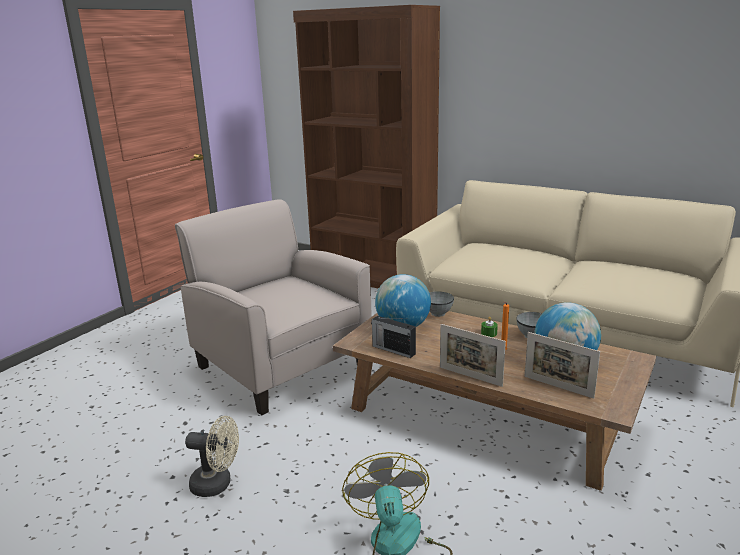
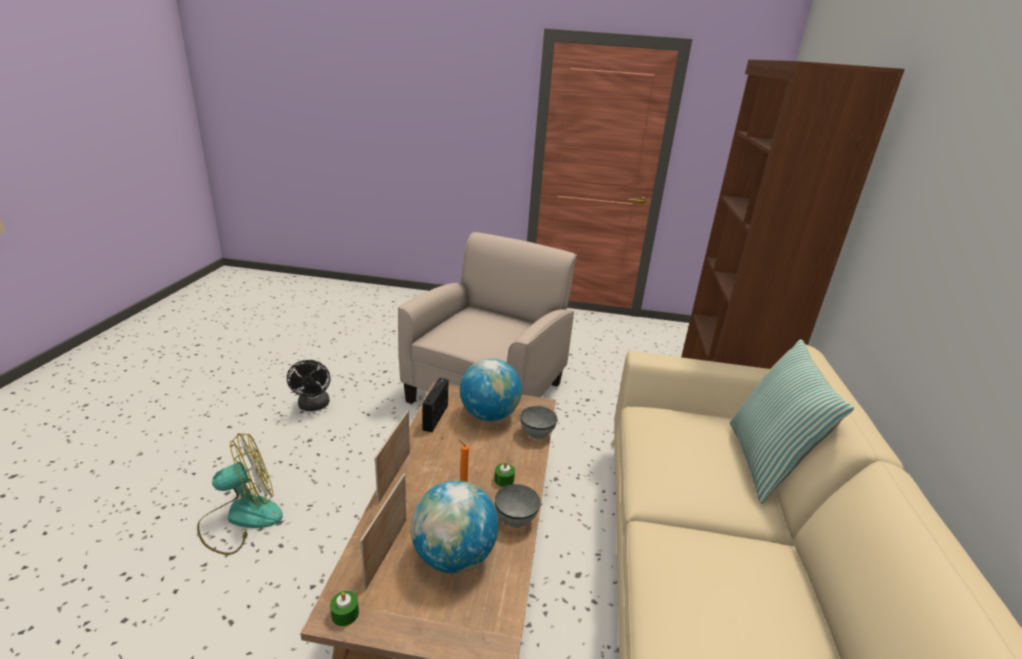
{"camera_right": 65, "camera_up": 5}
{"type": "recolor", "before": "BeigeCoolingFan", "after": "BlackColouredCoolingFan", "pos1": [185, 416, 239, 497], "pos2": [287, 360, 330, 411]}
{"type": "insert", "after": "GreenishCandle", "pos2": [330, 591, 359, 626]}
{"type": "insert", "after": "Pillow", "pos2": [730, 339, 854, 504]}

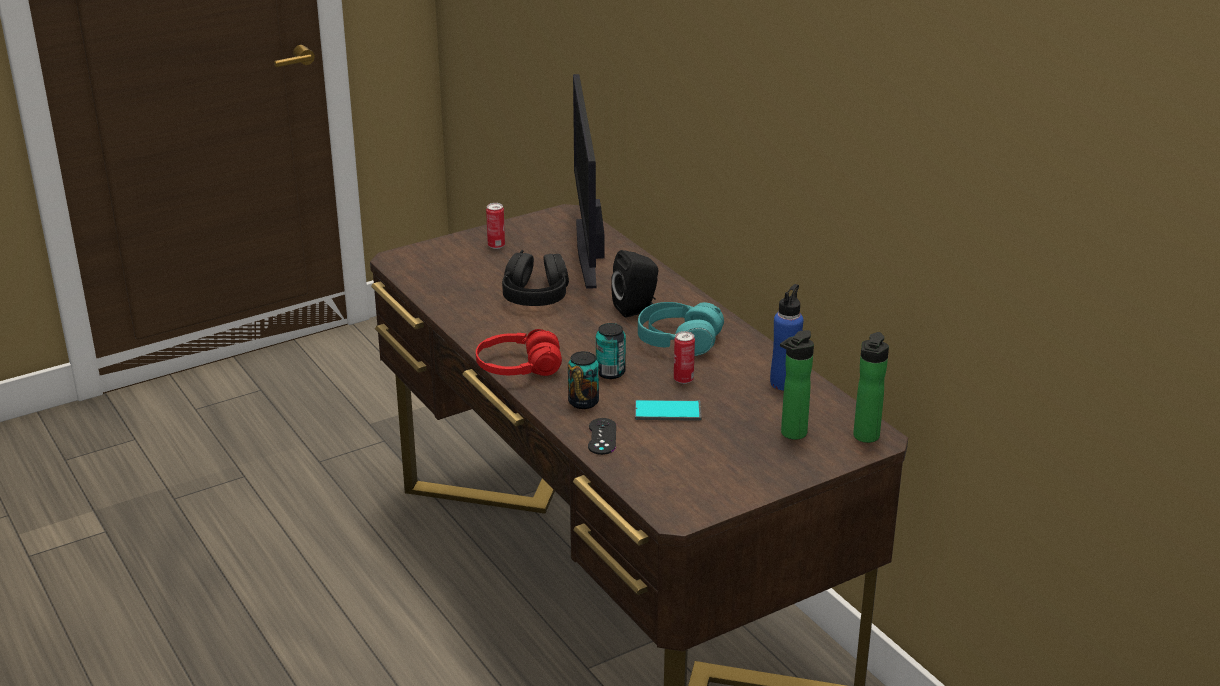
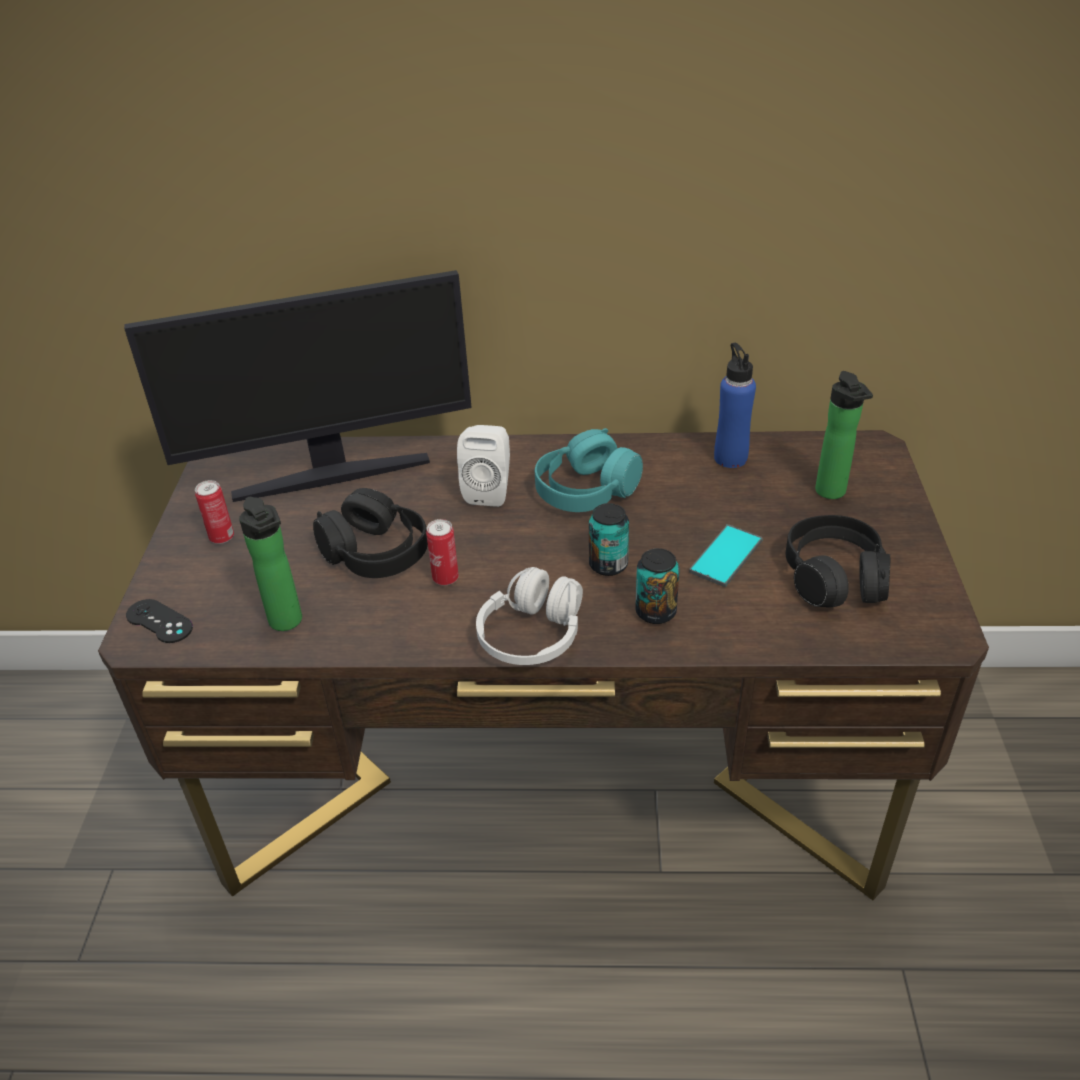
{"camera_right": -55, "camera_up": 10}
{"type": "rotate", "before": "Monitor", "pos1": [573, 74, 605, 289], "pos2": [124, 270, 472, 502], "turn": -45}
{"type": "move", "before": "BlackColouredGameController", "pos1": [588, 418, 616, 455], "pos2": [126, 599, 193, 643]}
{"type": "move", "before": "DrinkBottle", "pos1": [853, 332, 889, 443], "pos2": [239, 497, 302, 631]}
{"type": "move", "before": "Can", "pos1": [674, 331, 695, 384], "pos2": [426, 519, 459, 585]}
{"type": "recolor", "before": "BlackColouredLoudspeaker", "after": "WhitishLoudspeaker", "pos1": [611, 250, 658, 317], "pos2": [457, 425, 510, 507]}
{"type": "recolor", "before": "RedColouredPairOfHeadphones", "after": "WhitishPairOfHeadphones", "pos1": [476, 329, 562, 376], "pos2": [476, 567, 583, 665]}
{"type": "insert", "after": "BlackColouredPairOfHeadphones", "pos2": [785, 515, 891, 608]}

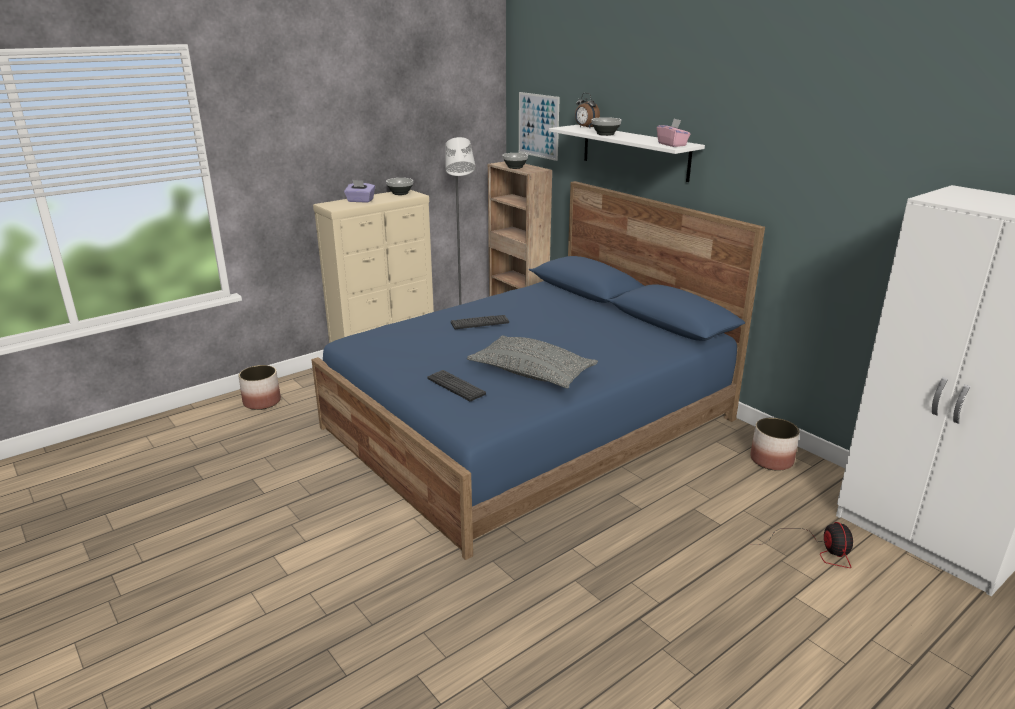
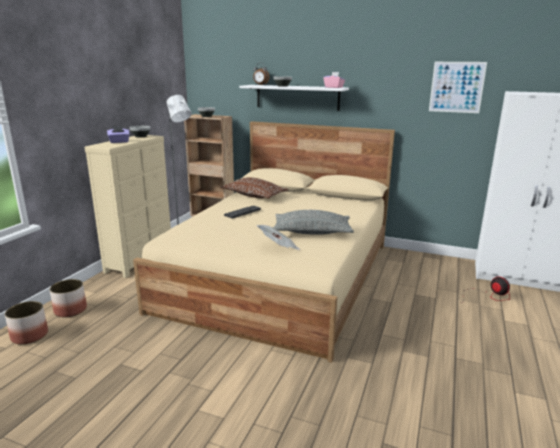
{"camera_right": -30, "camera_up": -5}
{"type": "move", "before": "PlantPot", "pos1": [750, 418, 800, 471], "pos2": [5, 301, 48, 345]}
{"type": "recolor", "before": "BlueSleepingBed", "after": "BeigeSleepingBed", "pos1": [311, 181, 765, 560], "pos2": [133, 121, 395, 363]}
{"type": "insert", "after": "BrownColouredPillow", "pos2": [220, 177, 289, 198]}
{"type": "replace", "before": "ComputerKeyboard", "after": "PrintedPaper", "pos1": [427, 370, 486, 401], "pos2": [256, 225, 300, 250]}
{"type": "move", "before": "WallArt", "pos1": [519, 92, 560, 161], "pos2": [429, 62, 487, 113]}

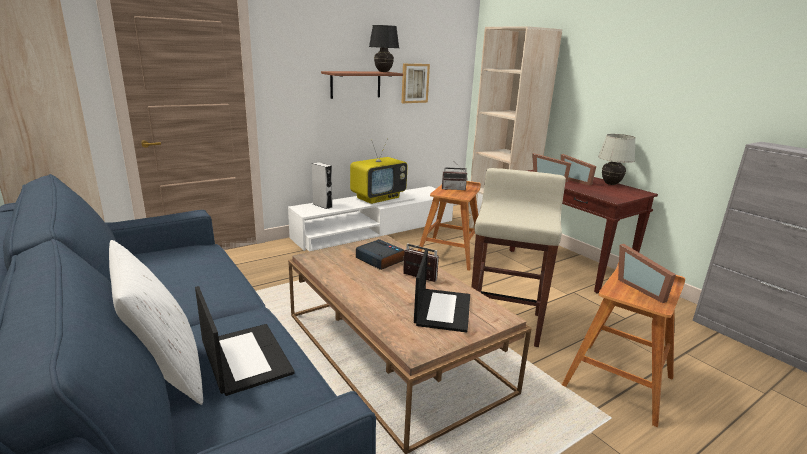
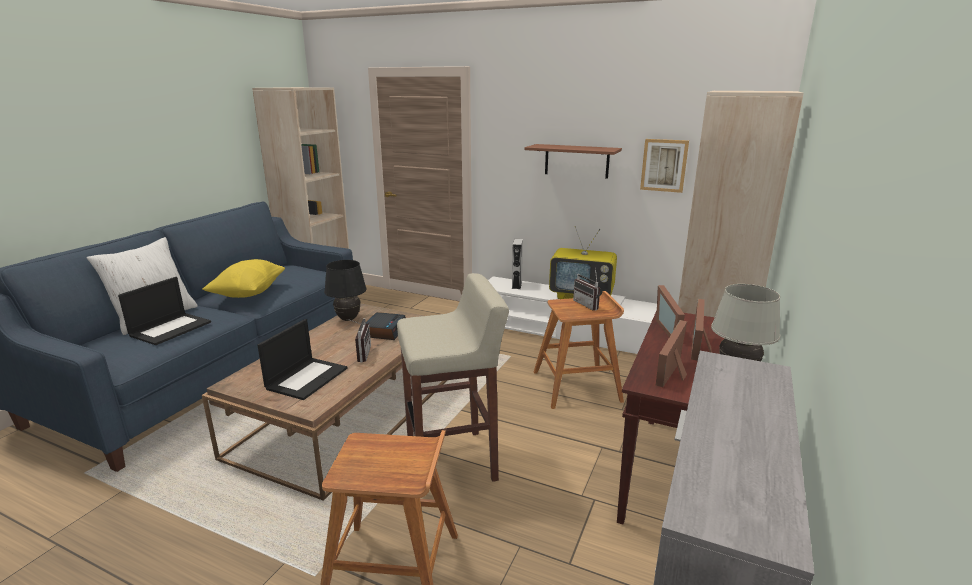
{"camera_right": 60, "camera_up": 0}
{"type": "insert", "after": "YellowPillow", "pos2": [202, 259, 285, 298]}
{"type": "rotate", "before": "Laptop", "pos1": [414, 248, 470, 333], "pos2": [258, 319, 347, 400], "turn": -45}
{"type": "move", "before": "BlackColouredTabletopLamp", "pos1": [369, 25, 399, 72], "pos2": [324, 260, 367, 321]}
{"type": "move", "before": "PictureFrame", "pos1": [618, 244, 676, 303], "pos2": [656, 320, 687, 387]}

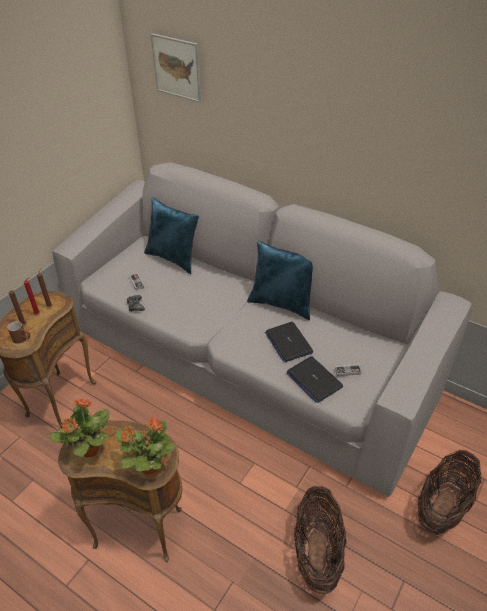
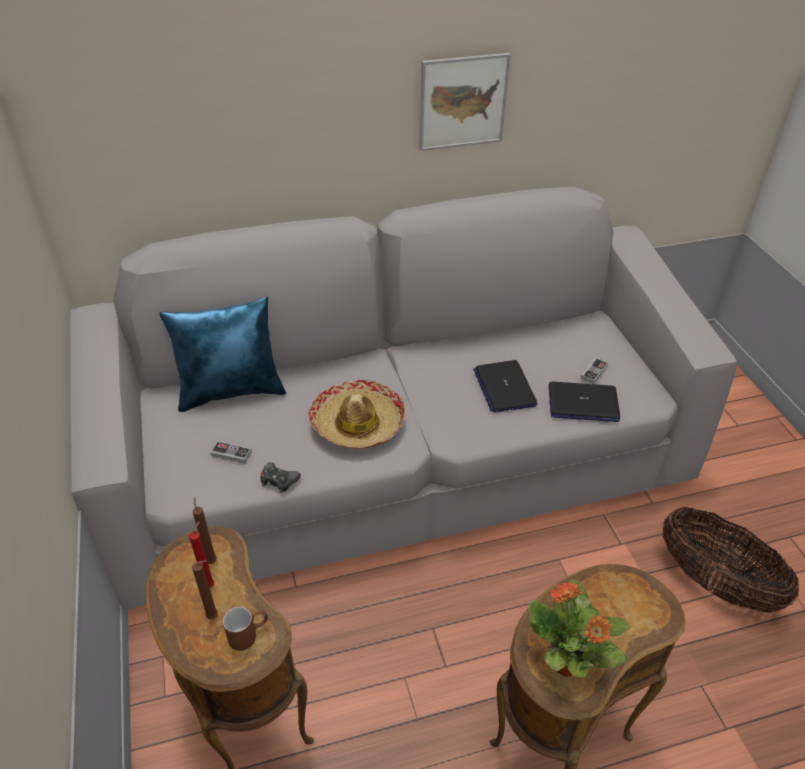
{"camera_right": -50, "camera_up": 0}
{"type": "insert", "after": "Hat", "pos2": [308, 380, 406, 449]}
{"type": "move", "before": "WallArt", "pos1": [151, 33, 201, 103], "pos2": [419, 53, 511, 151]}
{"type": "rotate", "before": "Laptop", "pos1": [265, 322, 313, 362], "pos2": [473, 360, 538, 413], "turn": 60}
{"type": "delete", "before": "PlantInAPot", "pos1": [115, 417, 175, 475]}
{"type": "delete", "before": "BluePillow", "pos1": [247, 241, 313, 320]}
{"type": "delete", "before": "Basket", "pos1": [418, 450, 482, 535]}

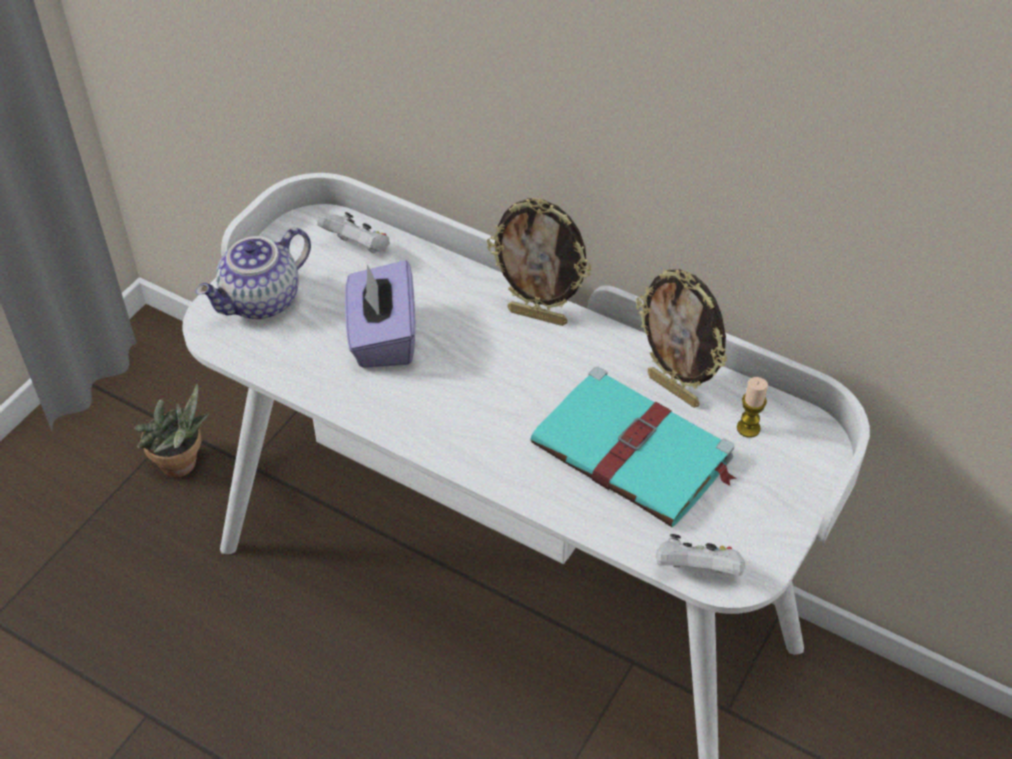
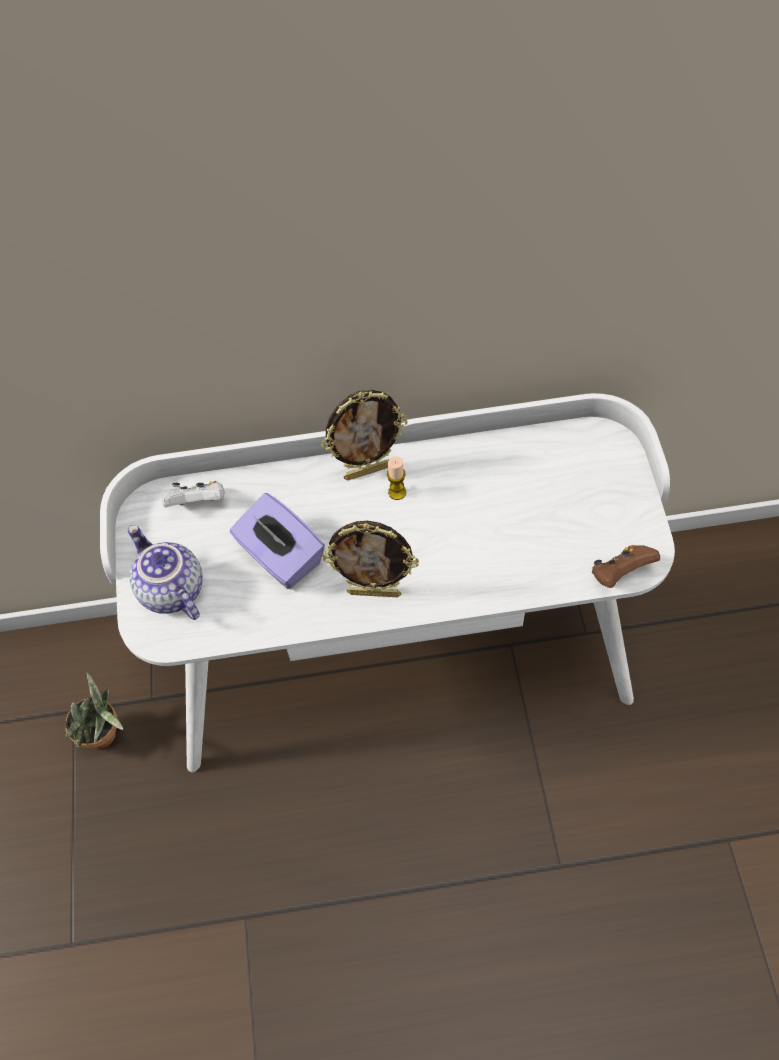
{"camera_right": -35, "camera_up": 10}
{"type": "rotate", "before": "PotForTea", "pos1": [196, 228, 311, 320], "pos2": [128, 525, 203, 620], "turn": 135}
{"type": "move", "before": "PictureFrame", "pos1": [636, 269, 728, 408], "pos2": [322, 521, 419, 597]}
{"type": "move", "before": "Candle", "pos1": [737, 377, 768, 438], "pos2": [387, 457, 406, 500]}
{"type": "recolor", "before": "WhitishGameController", "after": "BrownColouredGameController", "pos1": [656, 534, 745, 575], "pos2": [592, 545, 660, 588]}
{"type": "delete", "before": "TurquoiseColouredBook", "pos1": [530, 367, 737, 528]}

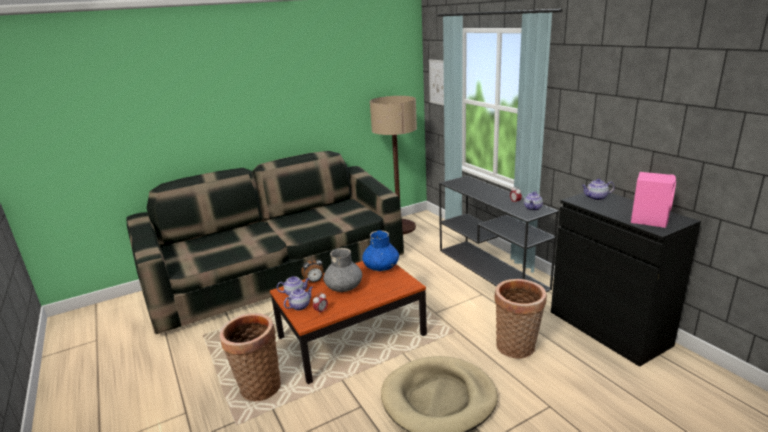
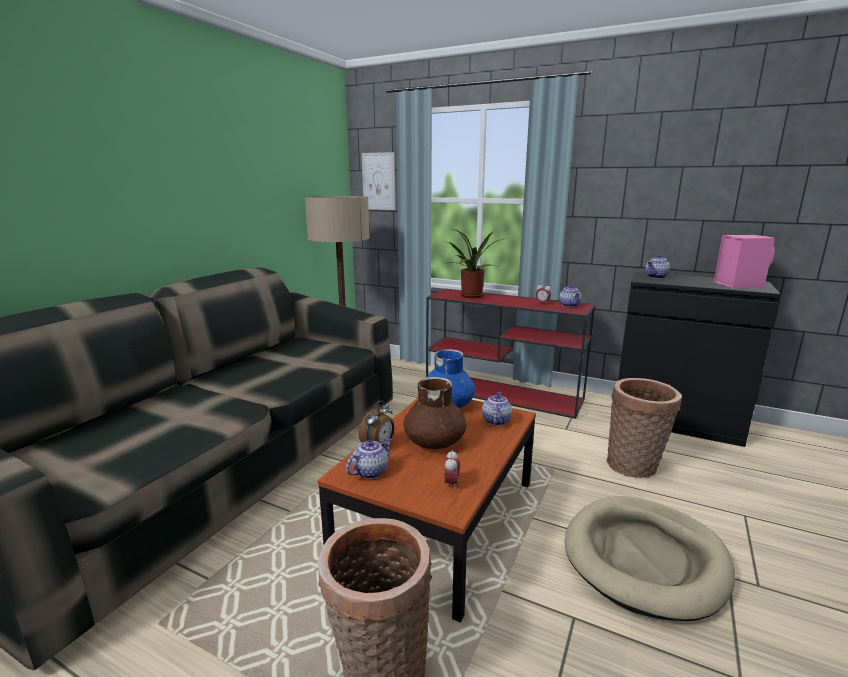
{"camera_right": -35, "camera_up": -5}
{"type": "recolor", "before": "GreyishDecorativeVase", "after": "BrownColouredDecorativeVase", "pos1": [323, 248, 362, 292], "pos2": [403, 377, 466, 449]}
{"type": "recolor", "before": "BlackColouredHallTable", "after": "RedColouredHallTable", "pos1": [439, 176, 559, 292], "pos2": [426, 289, 595, 419]}
{"type": "insert", "after": "PlantInAPot", "pos2": [446, 228, 503, 298]}
{"type": "move", "before": "PotForTea", "pos1": [284, 286, 313, 311], "pos2": [482, 392, 512, 426]}

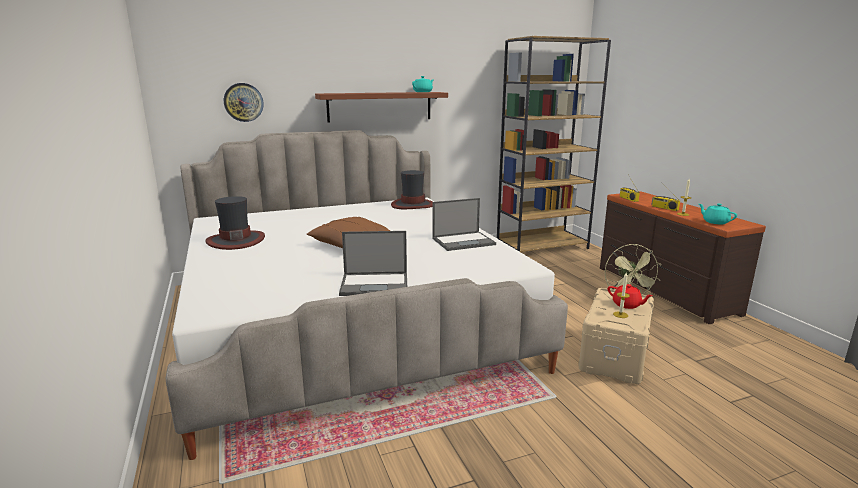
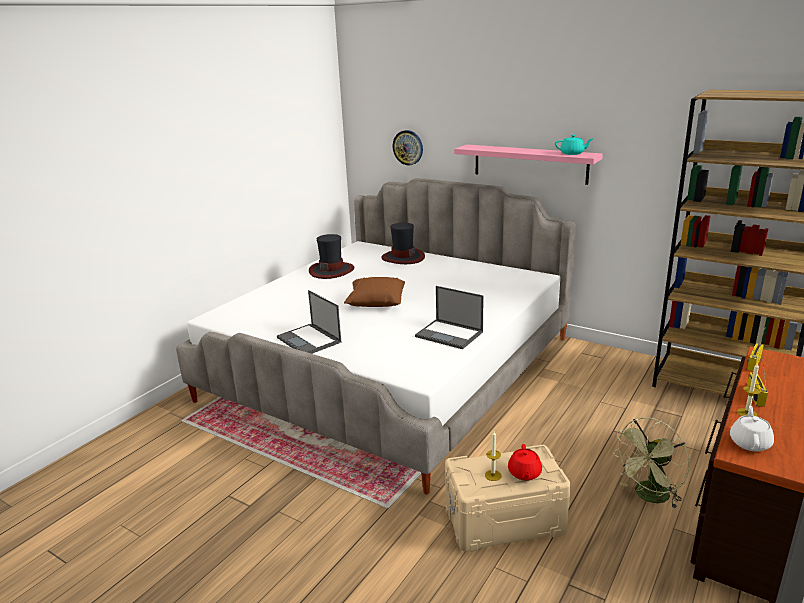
{"camera_right": 55, "camera_up": 5}
{"type": "move", "before": "Hat", "pos1": [391, 170, 433, 209], "pos2": [381, 223, 425, 264]}
{"type": "recolor", "before": "BrownColouredWallShelf", "after": "PinkColouredWallShelf", "pos1": [315, 92, 448, 122], "pos2": [454, 144, 603, 185]}
{"type": "recolor", "before": "TurquoiseColouredPotForTea", "after": "WhitishPotForTea", "pos1": [699, 204, 737, 224], "pos2": [730, 406, 774, 452]}

